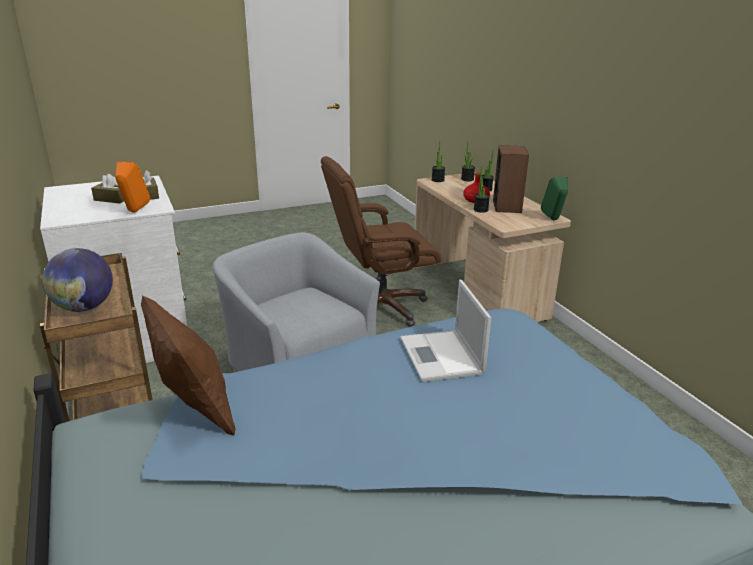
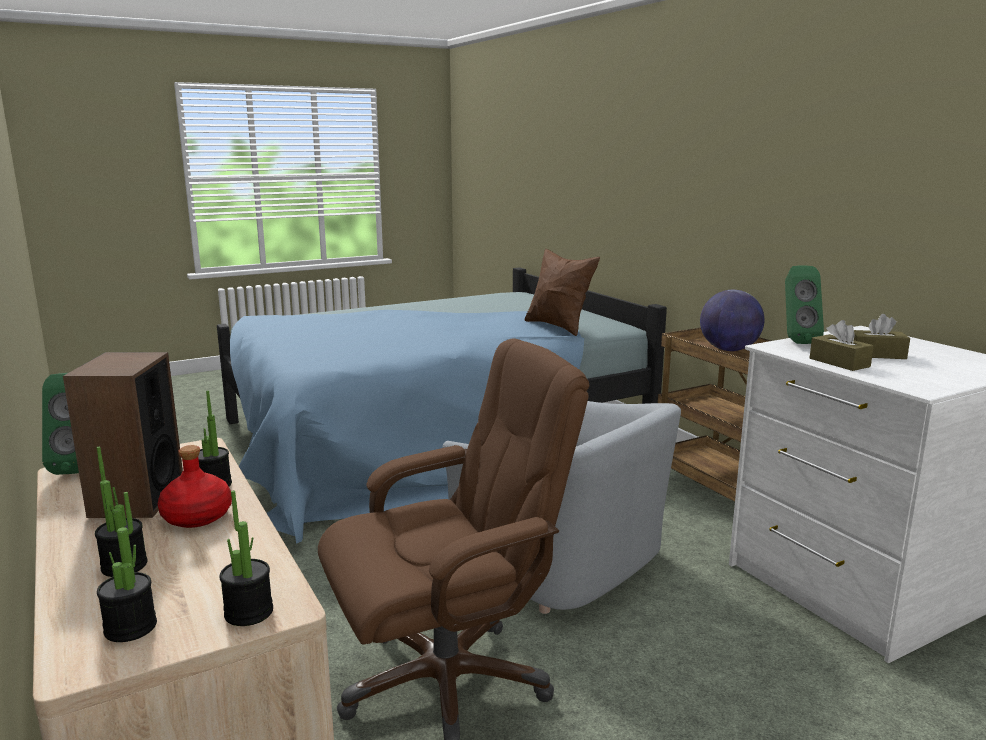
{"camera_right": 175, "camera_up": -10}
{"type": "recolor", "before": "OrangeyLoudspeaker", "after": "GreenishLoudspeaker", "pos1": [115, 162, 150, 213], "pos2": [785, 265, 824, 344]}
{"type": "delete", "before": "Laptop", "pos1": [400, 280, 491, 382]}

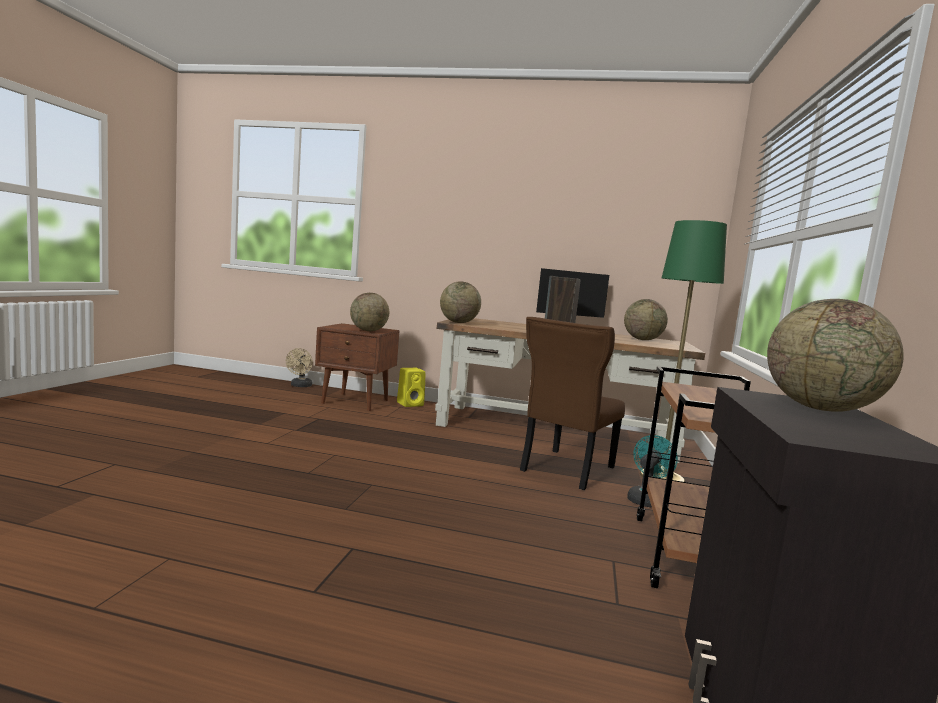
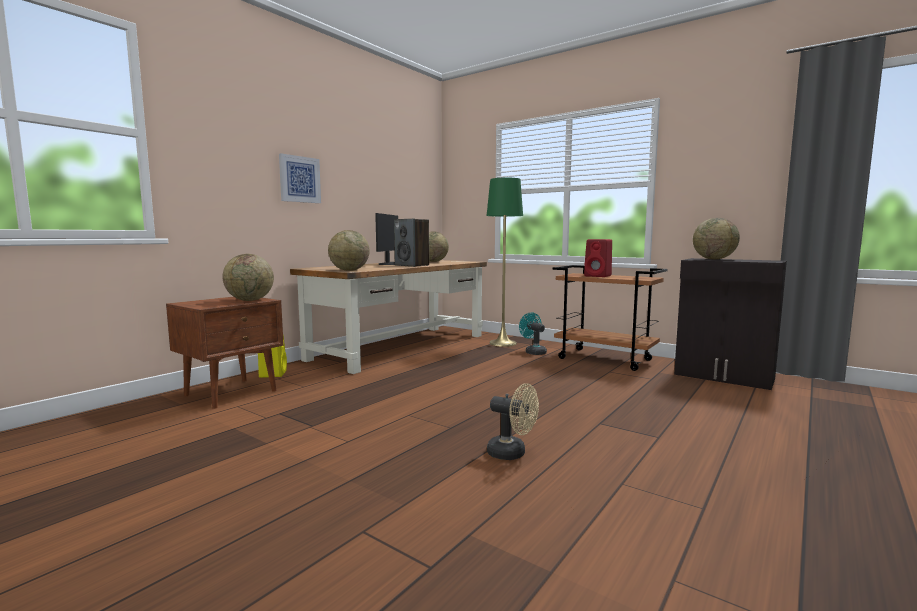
{"camera_right": -65, "camera_up": 0}
{"type": "insert", "after": "WallArt", "pos2": [279, 153, 321, 203]}
{"type": "move", "before": "BeigeCoolingFan", "pos1": [286, 348, 313, 387], "pos2": [487, 383, 539, 460]}
{"type": "insert", "after": "RedColouredLoudspeaker", "pos2": [584, 239, 612, 277]}
{"type": "delete", "before": "BrownColouredUprightChair", "pos1": [520, 317, 625, 490]}

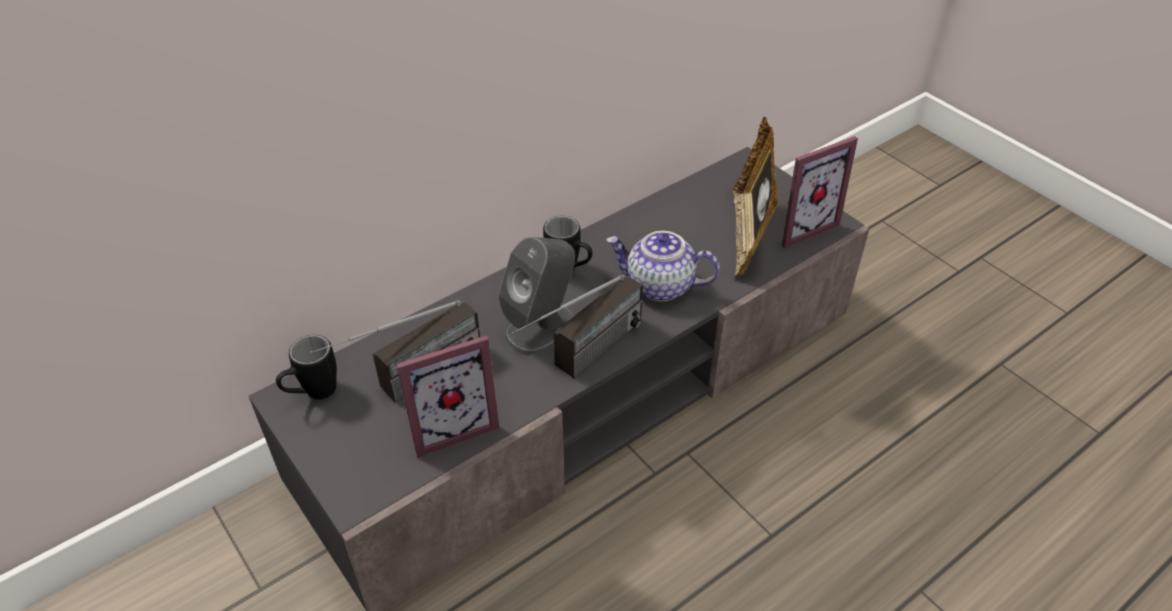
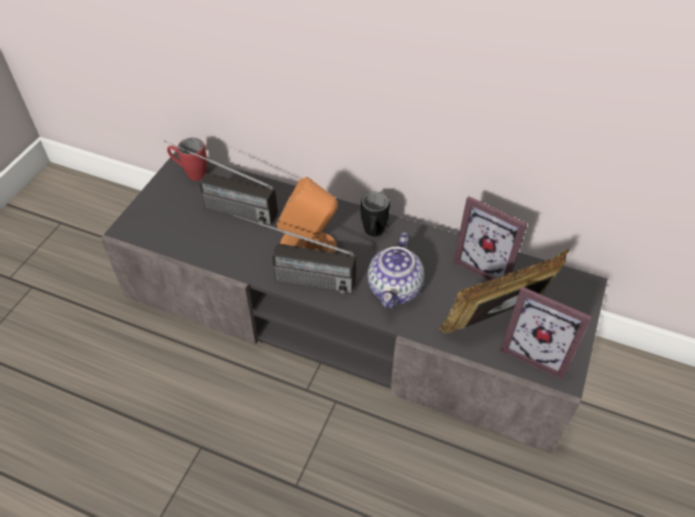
{"camera_right": 60, "camera_up": 5}
{"type": "recolor", "before": "BlackColouredMug", "after": "RedColouredMug", "pos1": [276, 335, 337, 400], "pos2": [167, 138, 207, 181]}
{"type": "recolor", "before": "GreyishLoudspeaker", "after": "OrangeyLoudspeaker", "pos1": [498, 237, 575, 355], "pos2": [277, 177, 337, 252]}
{"type": "rotate", "before": "PotForTea", "pos1": [606, 231, 720, 302], "pos2": [368, 232, 424, 308], "turn": -150}
{"type": "move", "before": "PictureFrame", "pos1": [396, 335, 500, 457], "pos2": [453, 196, 527, 280]}

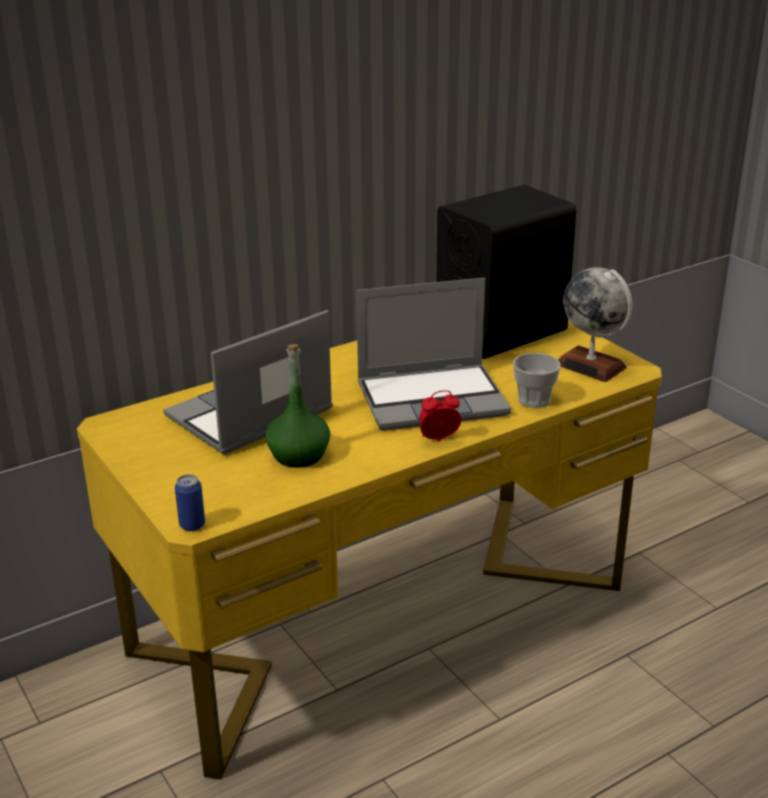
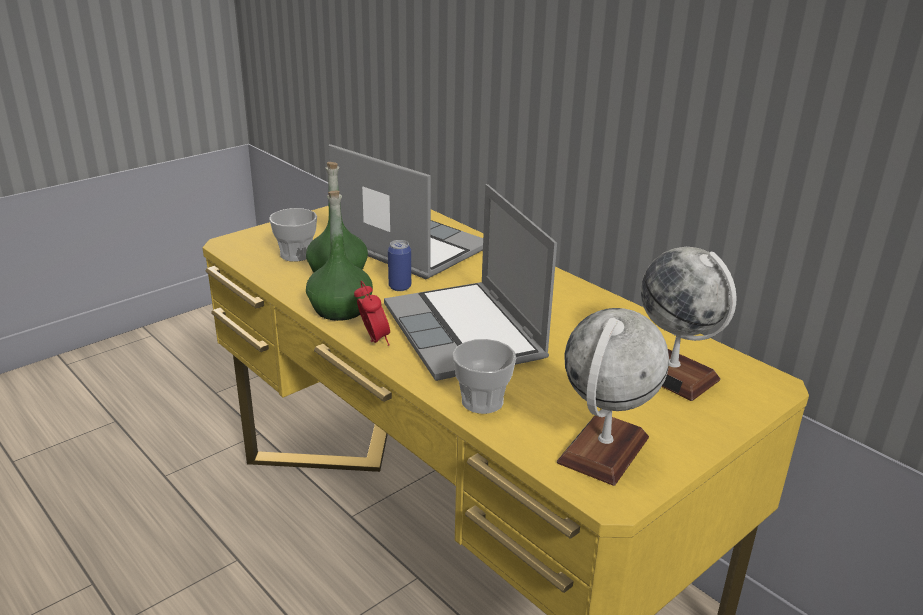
{"camera_right": 80, "camera_up": 0}
{"type": "insert", "after": "SmallCup", "pos2": [269, 208, 317, 262]}
{"type": "insert", "after": "GreenishDrinkBottle", "pos2": [306, 190, 373, 321]}
{"type": "move", "before": "Can", "pos1": [175, 474, 205, 531], "pos2": [388, 240, 411, 291]}
{"type": "replace", "before": "BlackColouredLoudspeaker", "after": "Globe", "pos1": [436, 185, 576, 359], "pos2": [641, 247, 737, 401]}

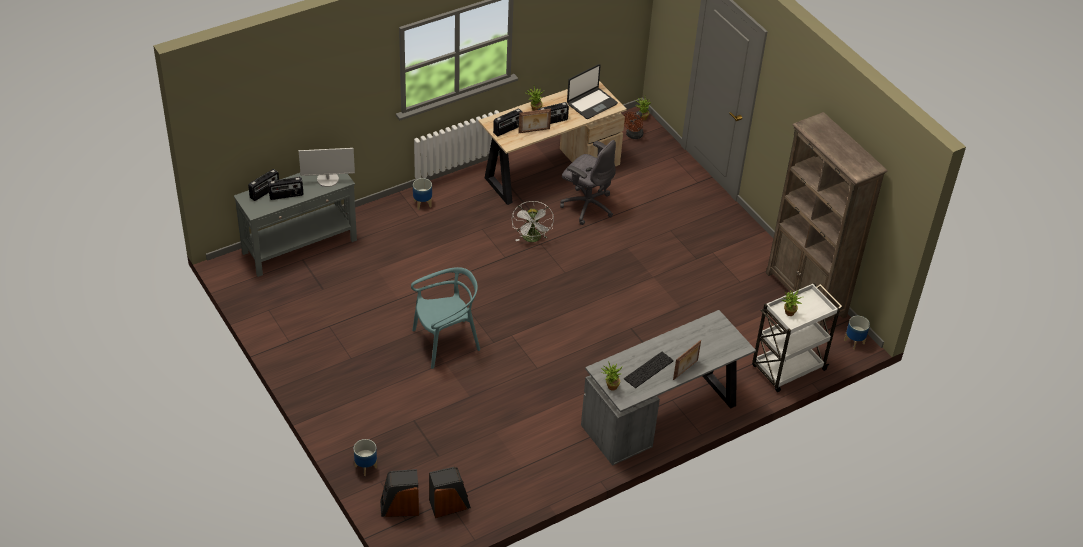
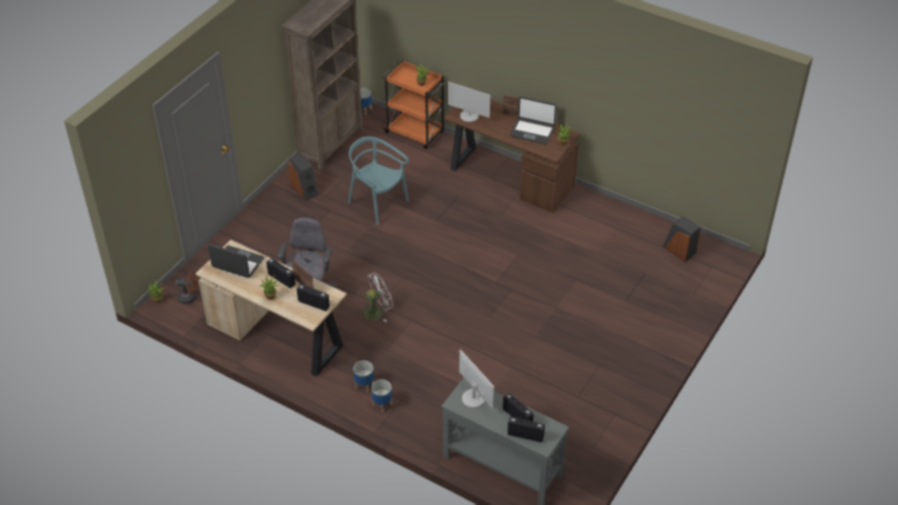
{"camera_right": -115, "camera_up": 0}
{"type": "move", "before": "Loudspeaker", "pos1": [380, 469, 419, 517], "pos2": [288, 153, 318, 201]}
{"type": "move", "before": "TurquoiseColouredUprightChair", "pos1": [411, 267, 480, 369], "pos2": [348, 136, 409, 225]}
{"type": "move", "before": "PlantPot", "pos1": [354, 439, 377, 476], "pos2": [353, 361, 374, 393]}
{"type": "recolor", "before": "WhitishCart", "after": "OrangeyCart", "pos1": [752, 283, 843, 392], "pos2": [382, 60, 447, 149]}
{"type": "recolor", "before": "GreyishDeskUnit", "after": "BrownColouredDeskUnit", "pos1": [581, 310, 756, 466], "pos2": [444, 99, 580, 213]}
{"type": "insert", "after": "Monitor", "pos2": [448, 82, 490, 122]}
{"type": "replace", "before": "ComputerKeyboard", "after": "Laptop", "pos1": [624, 352, 674, 388], "pos2": [510, 97, 556, 144]}

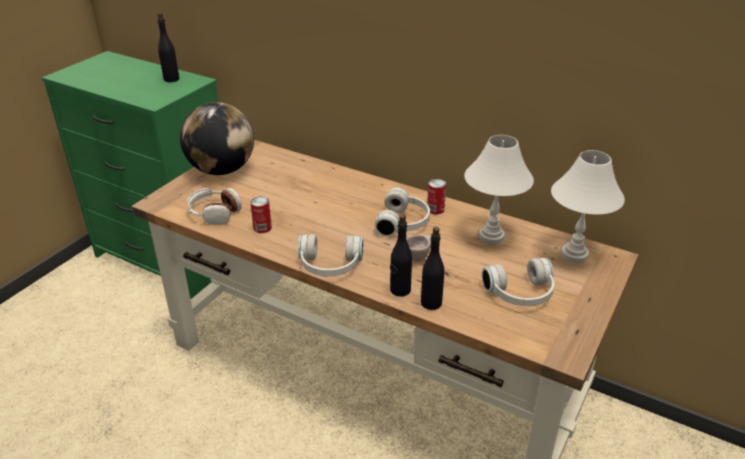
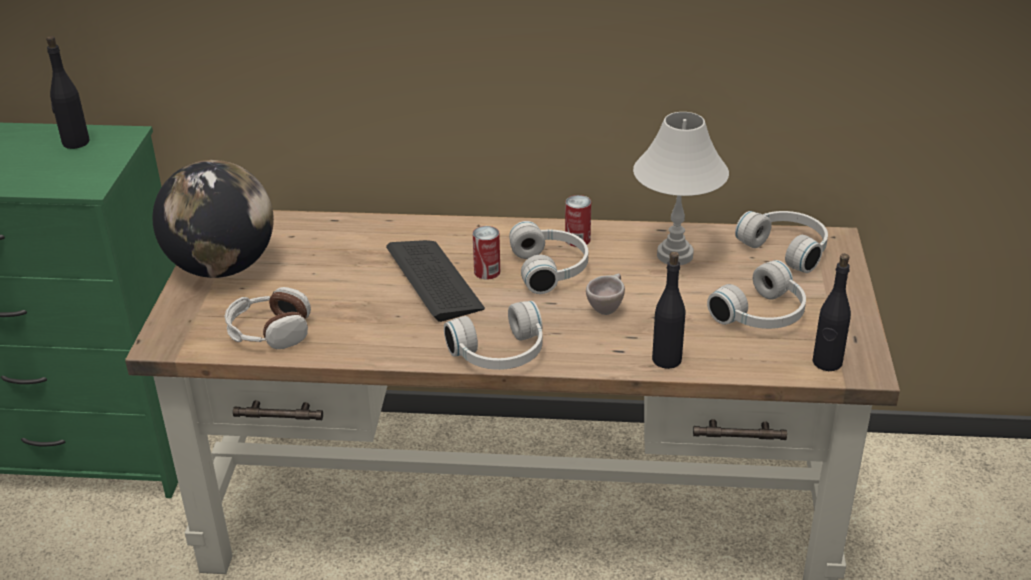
{"camera_right": -25, "camera_up": 0}
{"type": "insert", "after": "ComputerKeyboard", "pos2": [386, 240, 485, 322]}
{"type": "move", "before": "Can", "pos1": [250, 196, 272, 233], "pos2": [473, 226, 500, 279]}
{"type": "replace", "before": "WhitishTabletopLamp", "after": "WhitishPairOfHeadphones", "pos1": [551, 150, 625, 263], "pos2": [735, 211, 828, 273]}
{"type": "move", "before": "BlackColouredDrinkBottle", "pos1": [390, 214, 412, 296], "pos2": [812, 254, 851, 371]}

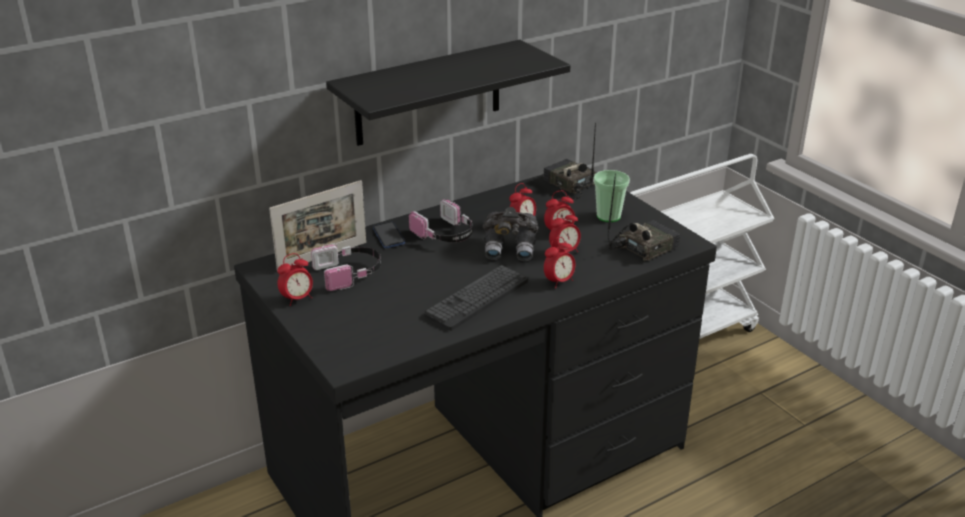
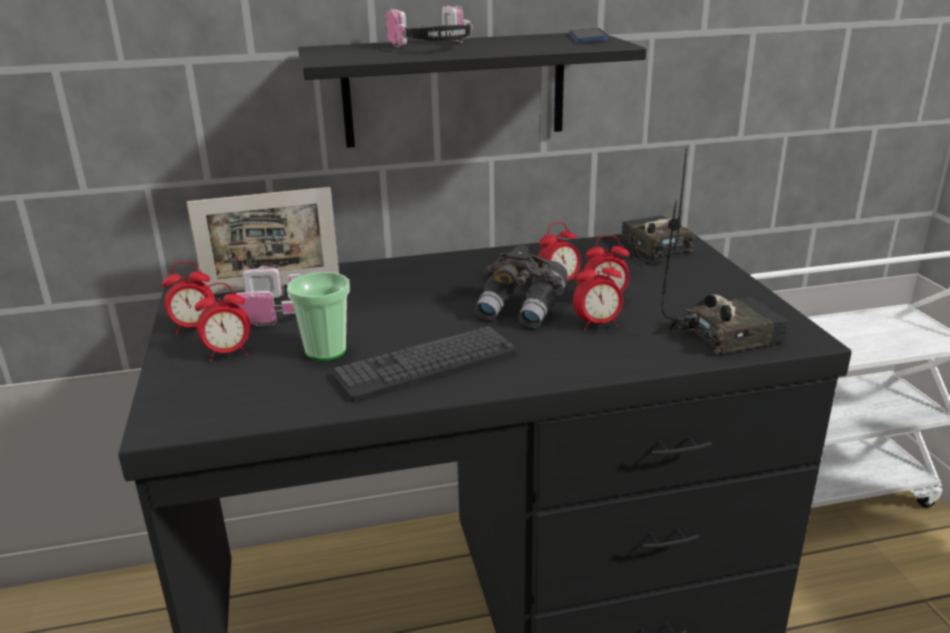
{"camera_right": 20, "camera_up": -5}
{"type": "move", "before": "BedsideClock", "pos1": [544, 237, 575, 288], "pos2": [195, 283, 251, 361]}
{"type": "move", "before": "SmallCup", "pos1": [593, 170, 630, 222], "pos2": [287, 272, 350, 361]}
{"type": "move", "before": "PairOfHeadphones", "pos1": [409, 199, 473, 242], "pos2": [386, 5, 473, 48]}
{"type": "move", "before": "Handset", "pos1": [373, 222, 405, 248], "pos2": [569, 28, 609, 42]}

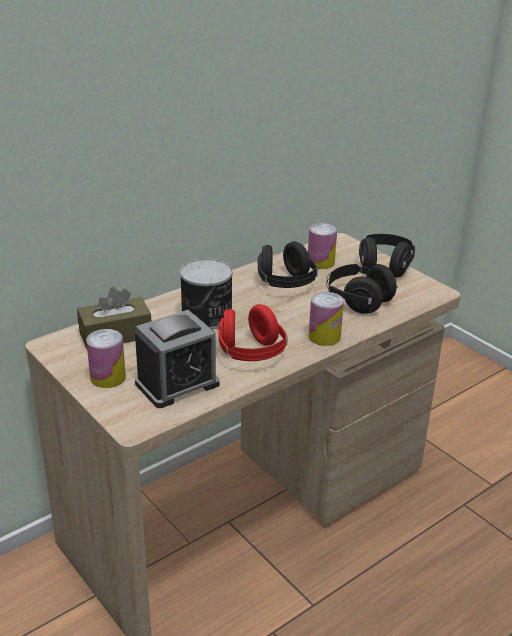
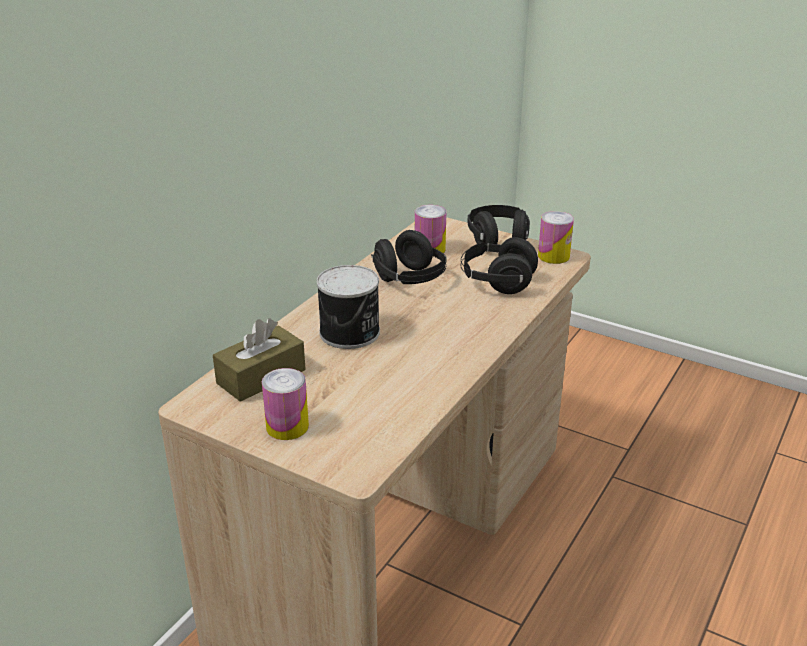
{"camera_right": -20, "camera_up": 0}
{"type": "move", "before": "Can", "pos1": [309, 292, 344, 346], "pos2": [538, 211, 574, 264]}
{"type": "delete", "before": "BedsideClock", "pos1": [135, 310, 220, 408]}
{"type": "delete", "before": "RedColouredPairOfHeadphones", "pos1": [218, 304, 288, 361]}

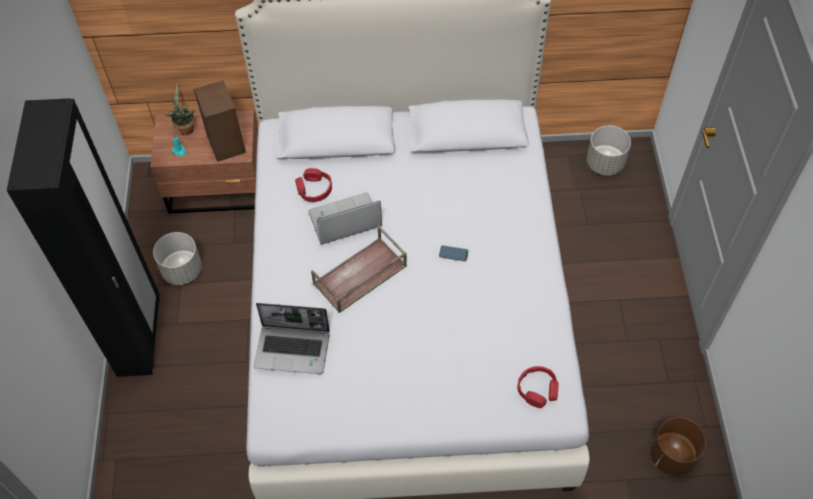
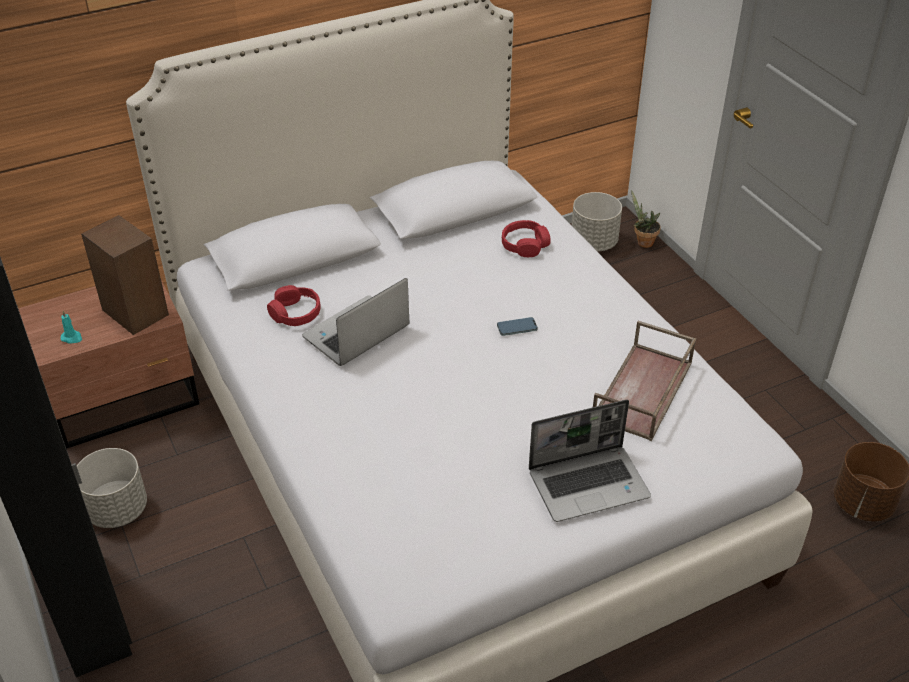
{"camera_right": -25, "camera_up": -15}
{"type": "move", "before": "RedColouredPairOfHeadphones", "pos1": [518, 366, 559, 408], "pos2": [502, 220, 551, 257]}
{"type": "move", "before": "Laptop", "pos1": [254, 303, 330, 374], "pos2": [529, 400, 651, 522]}
{"type": "move", "before": "BrownColouredTray", "pos1": [311, 226, 407, 313], "pos2": [593, 321, 696, 441]}
{"type": "move", "before": "PlantInAPot", "pos1": [165, 83, 195, 135], "pos2": [631, 190, 661, 248]}

